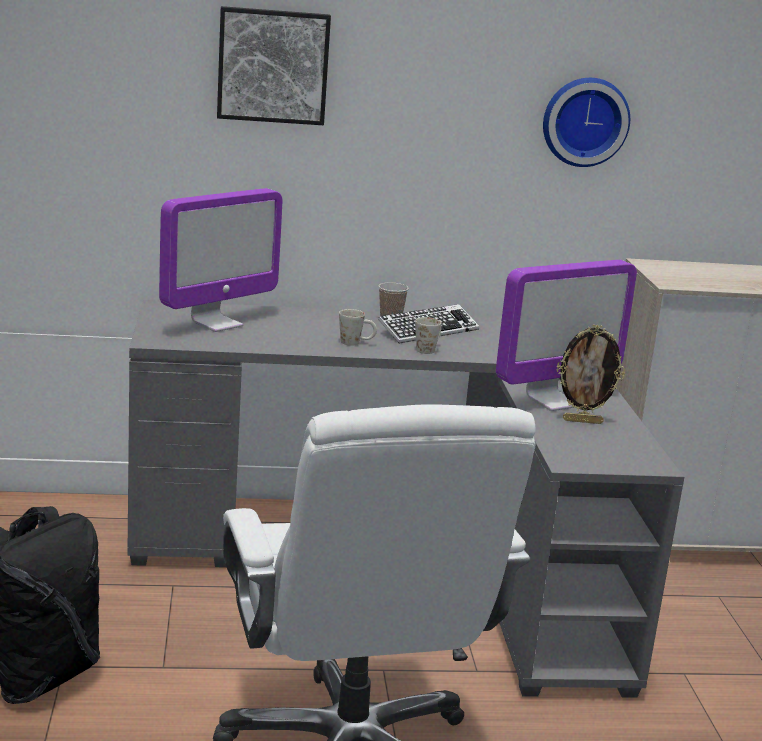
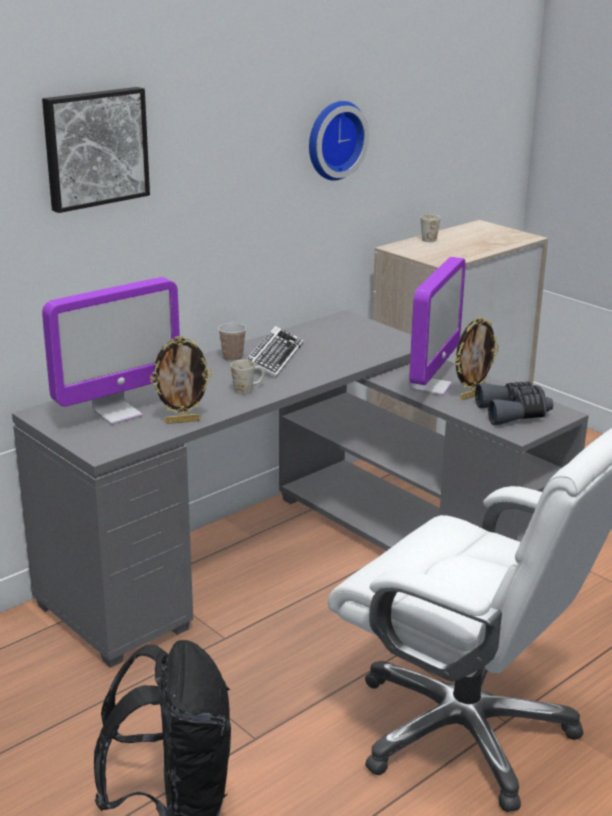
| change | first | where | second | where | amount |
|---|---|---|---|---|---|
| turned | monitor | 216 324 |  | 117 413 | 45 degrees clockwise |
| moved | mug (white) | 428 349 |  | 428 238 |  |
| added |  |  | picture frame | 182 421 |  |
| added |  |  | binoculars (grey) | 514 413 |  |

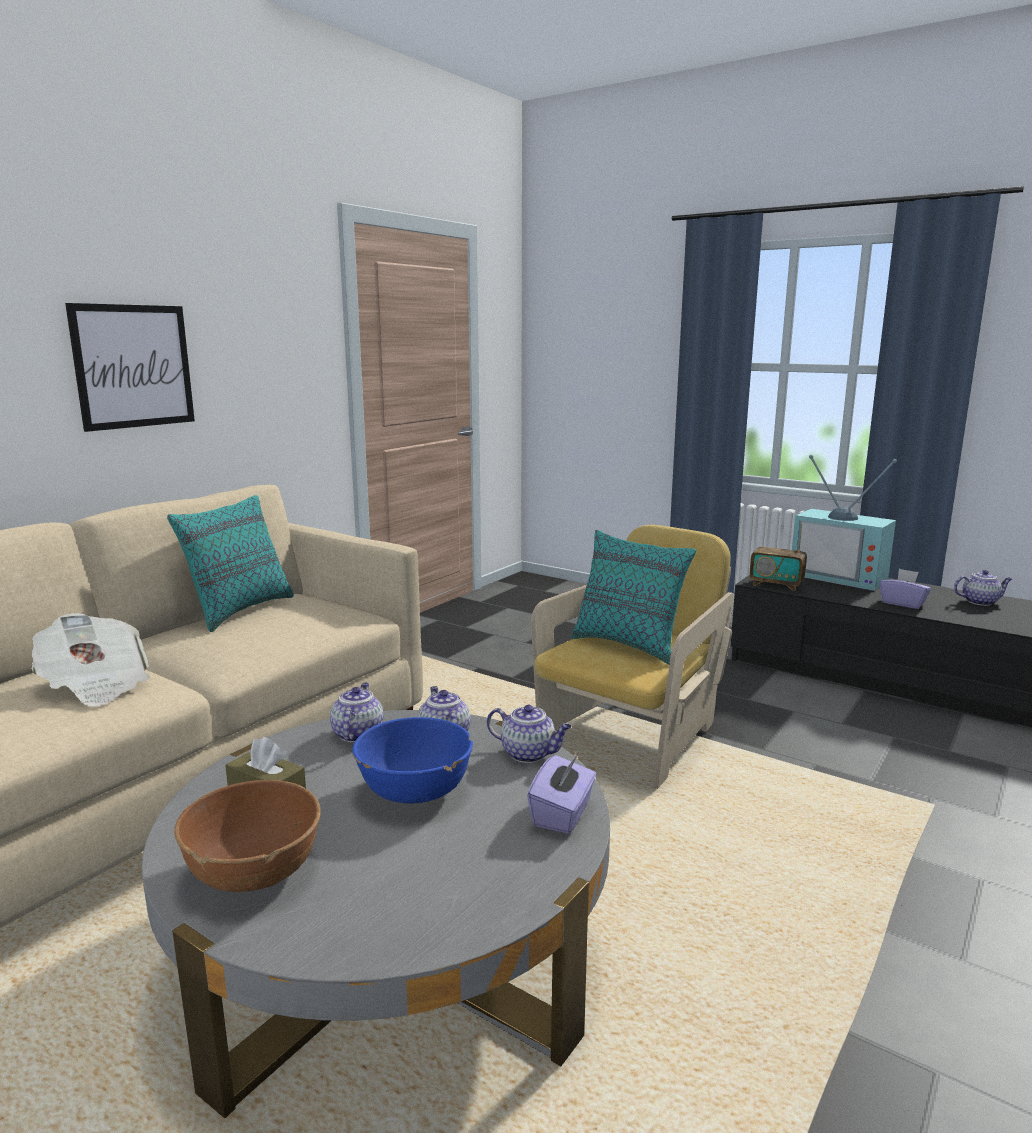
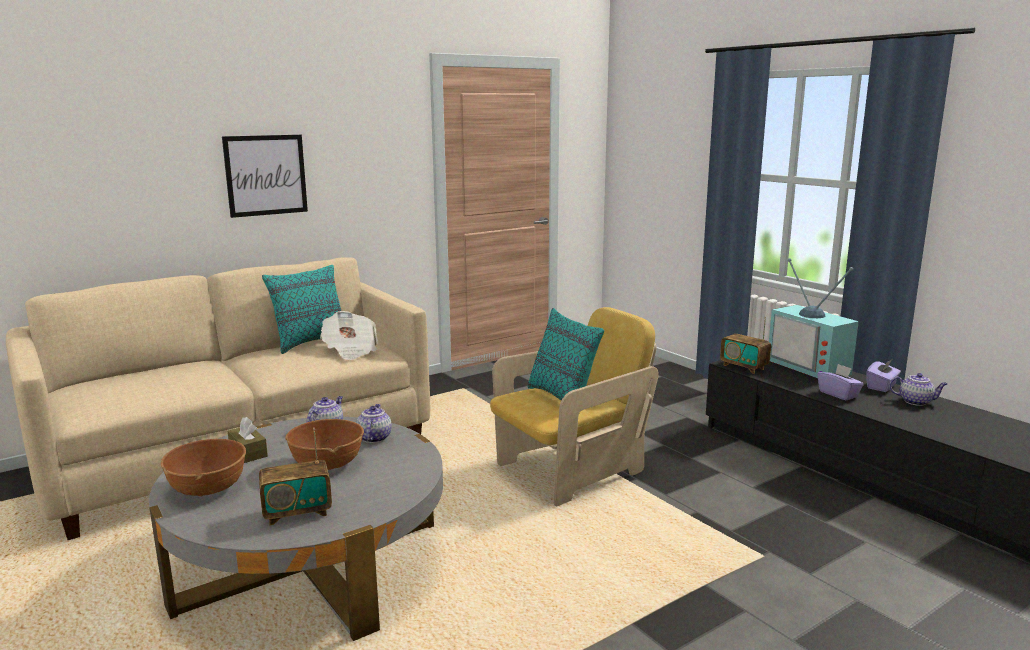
| change | first | where | second | where | amount |
|---|---|---|---|---|---|
| moved | newspaper | 96 685 |  | 350 350 |  |
| removed | teapot | 529 754 |  |  |  |
| recoloured | bowl (blue) | 415 790 | bowl (brown) | 327 464 |  |
| moved | tissue box (purple) | 562 814 |  | 881 386 |  |
| added |  |  | radio | 297 512 |  |

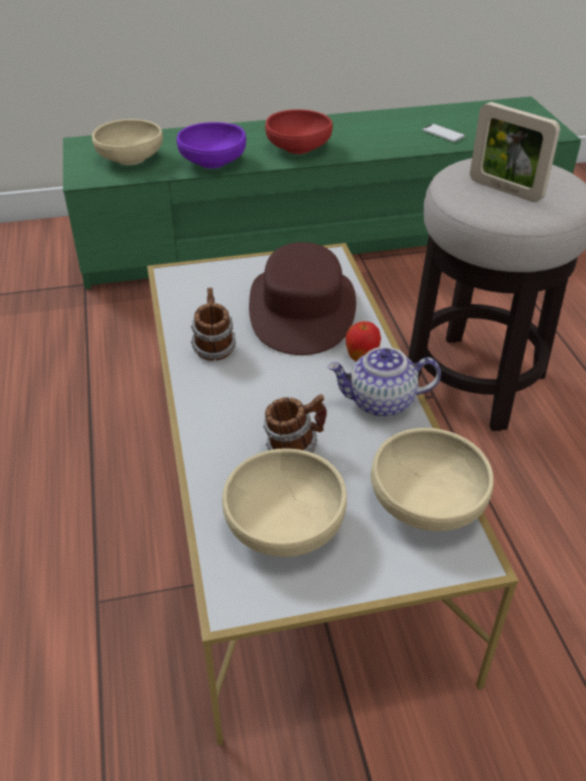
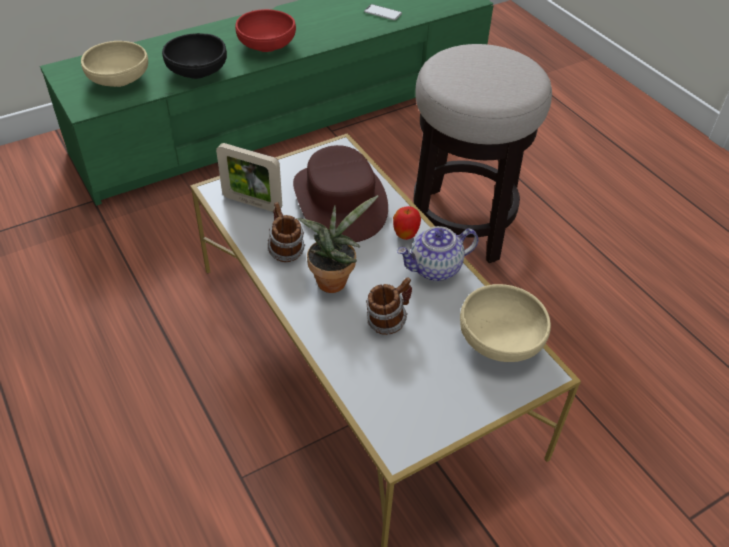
| change | first | where | second | where | amount |
|---|---|---|---|---|---|
| moved | picture frame | 505 190 |  | 252 203 |  |
| recoloured | bowl (purple) | 213 162 | bowl (black) | 197 71 |  |
| removed | bowl (beige) | 285 525 |  |  |  |
| added |  |  | potted plant | 333 279 |  |

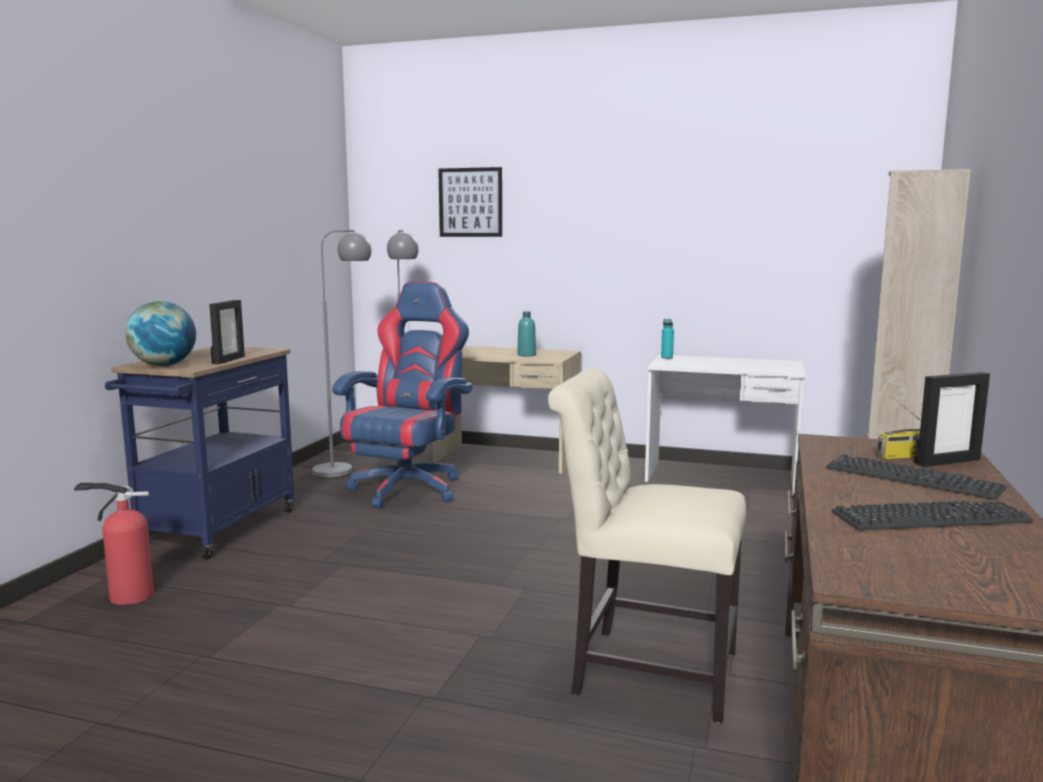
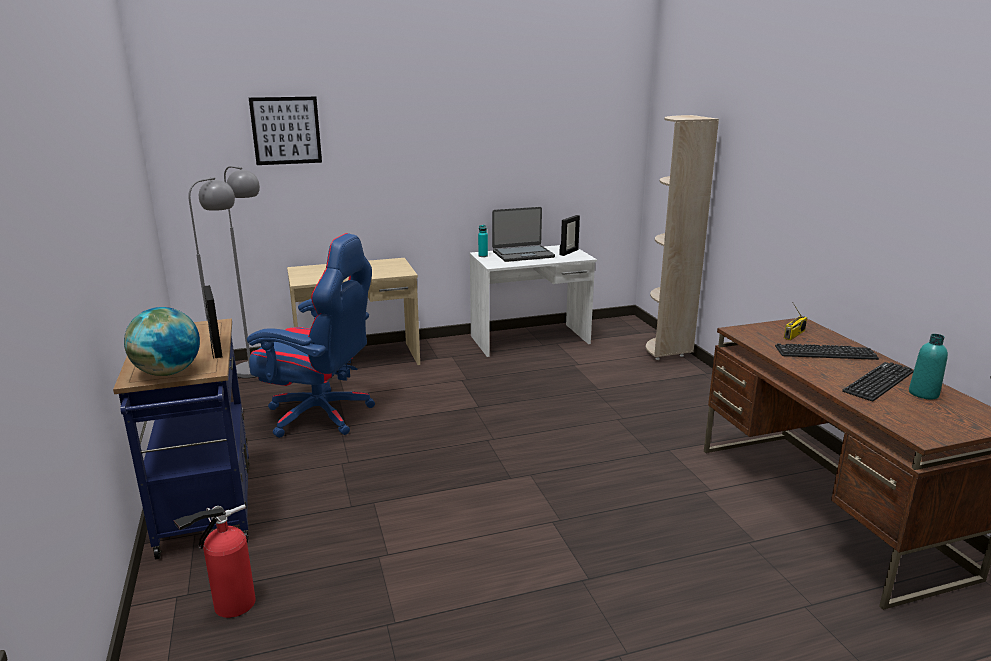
| change | first | where | second | where | amount |
|---|---|---|---|---|---|
| turned | office chair (blue) | 406 489 |  | 319 414 | 120 degrees clockwise |
| moved | bottle (turquoise) | 526 355 |  | 923 394 |  |
| removed | chair (beige) | 643 670 |  |  |  |
| moved | picture frame | 947 461 |  | 569 252 |  |
| added |  |  | laptop | 523 254 |  |

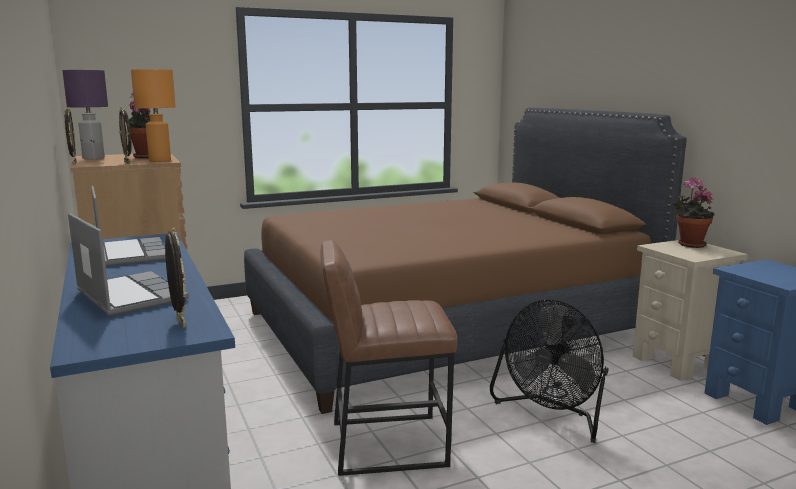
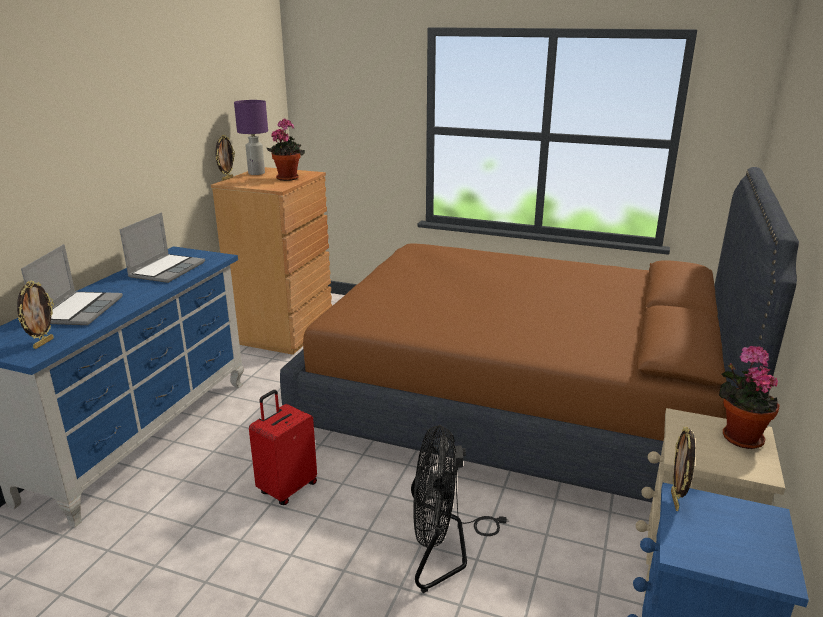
| change | first | where | second | where | amount |
|---|---|---|---|---|---|
| removed | table lamp (orange) | 159 161 |  |  |  |
| moved | picture frame | 128 162 |  | 676 501 |  |
| replaced | chair (brown) | 386 444 | suitcase (red) | 287 488 |  |

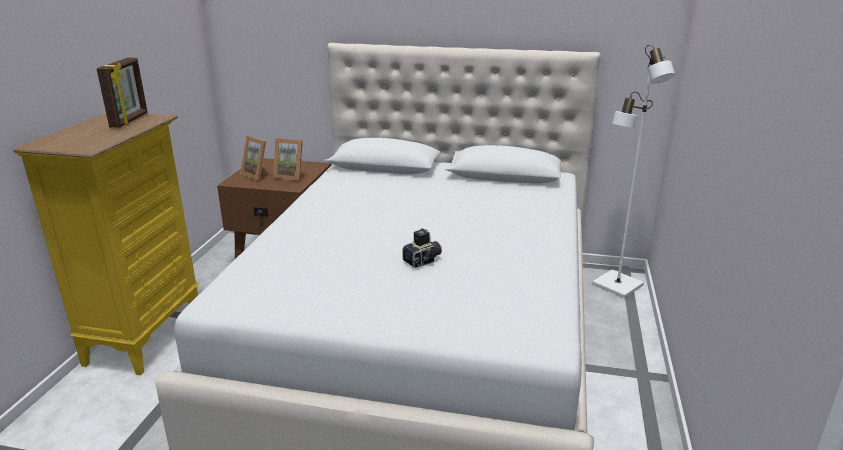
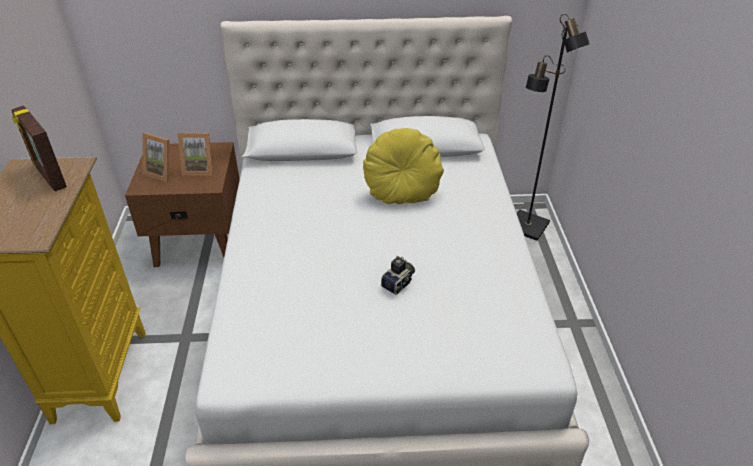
| change | first | where | second | where | amount |
|---|---|---|---|---|---|
| recoloured | floor lamp (white) | 617 284 | floor lamp (black) | 527 226 |  |
| turned | picture frame | 130 120 |  | 49 176 | 150 degrees clockwise |
| added |  |  | pillow (yellow) | 402 196 |  |

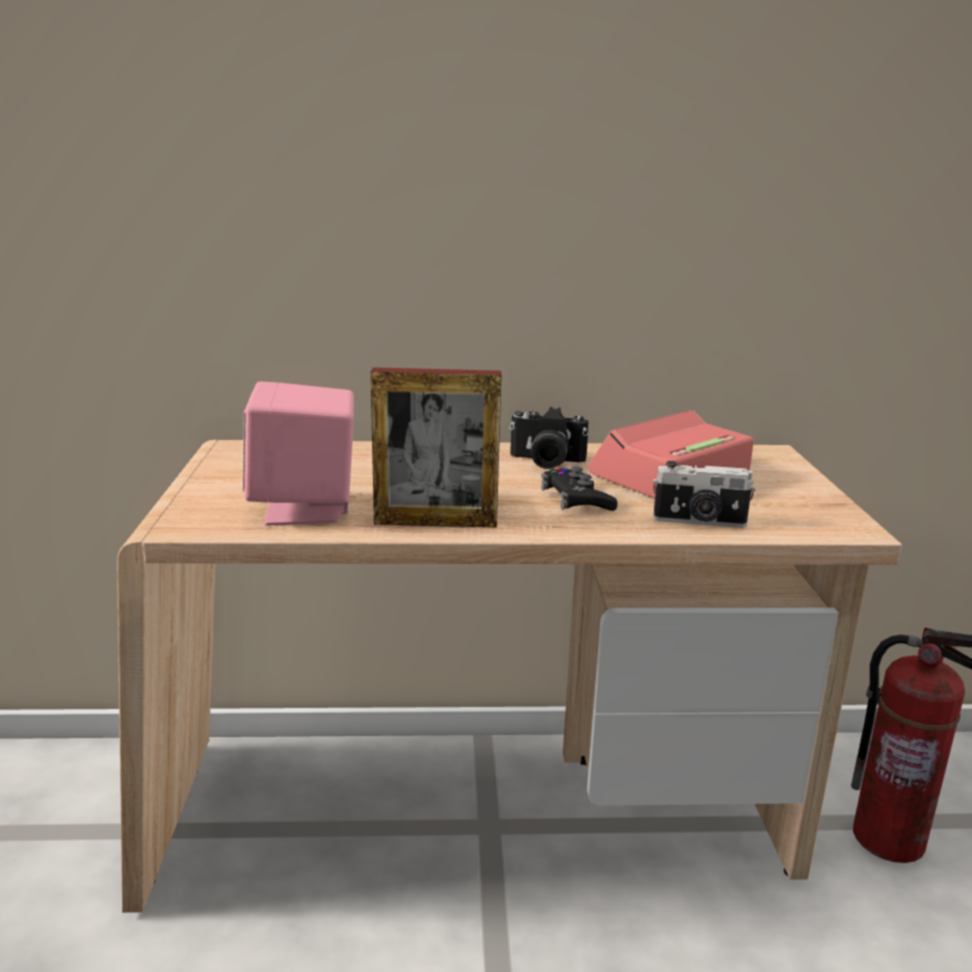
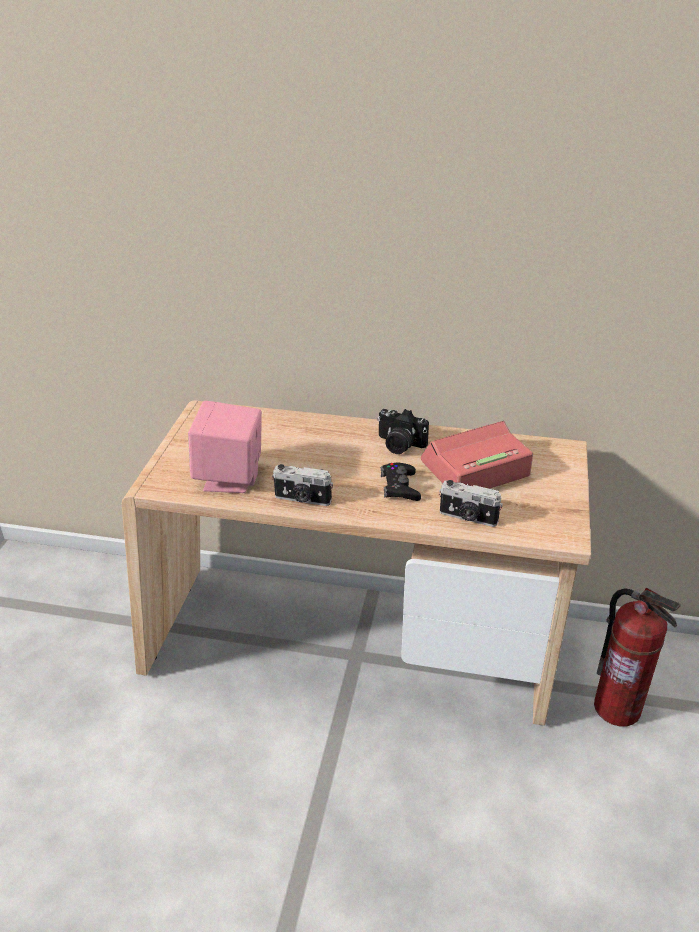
| change | first | where | second | where | amount |
|---|---|---|---|---|---|
| replaced | picture frame | 435 522 | photo camera | 302 499 |  |

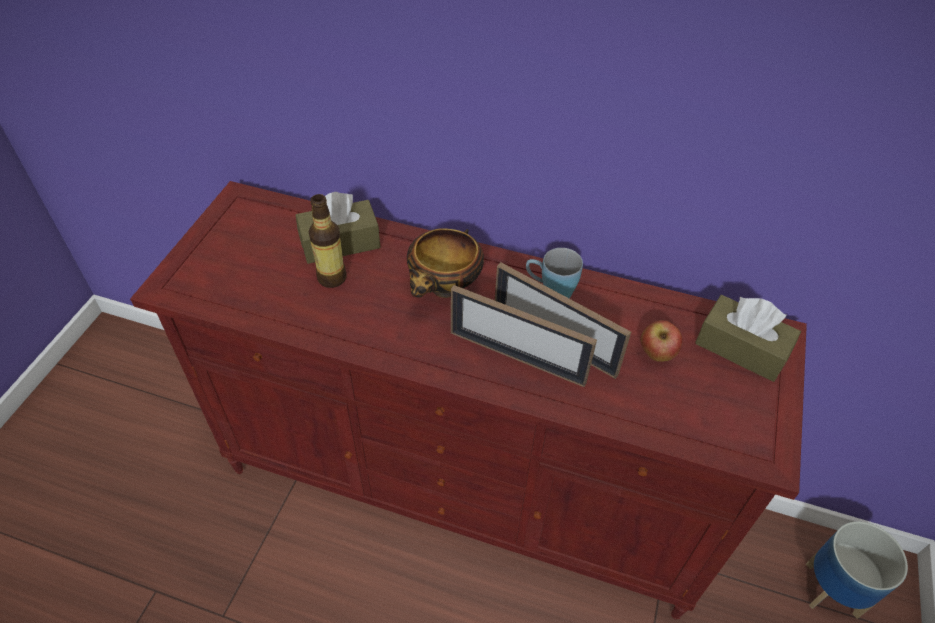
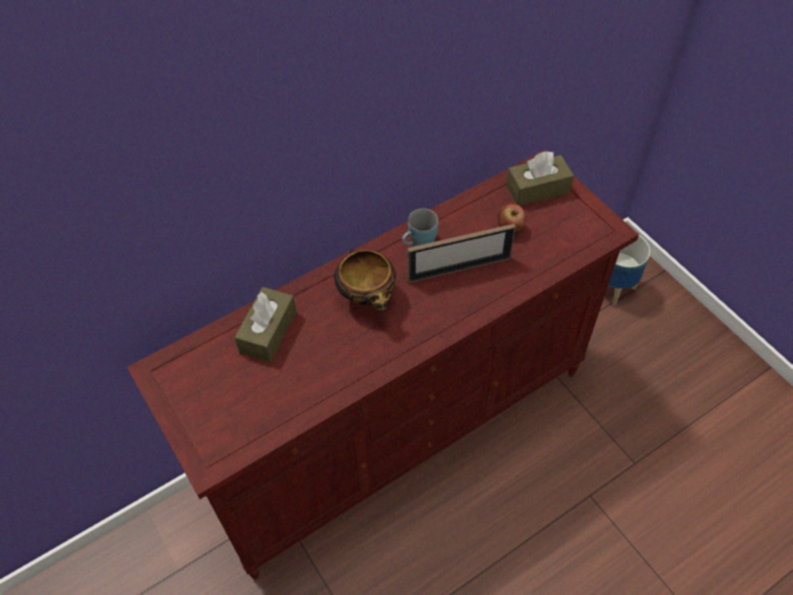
| change | first | where | second | where | amount |
|---|---|---|---|---|---|
| removed | bottle | 332 278 |  |  |  |
| removed | picture frame | 516 357 |  |  |  |

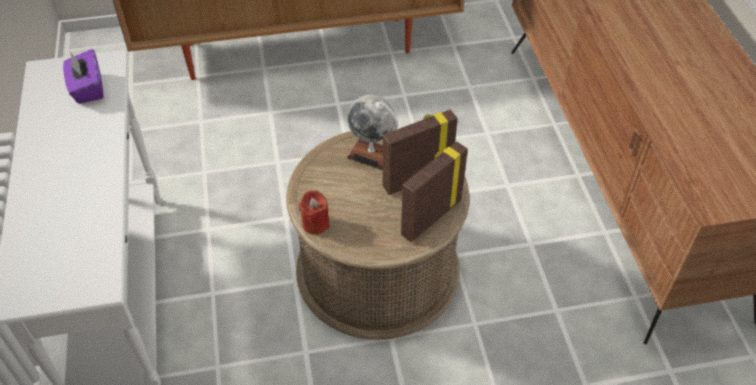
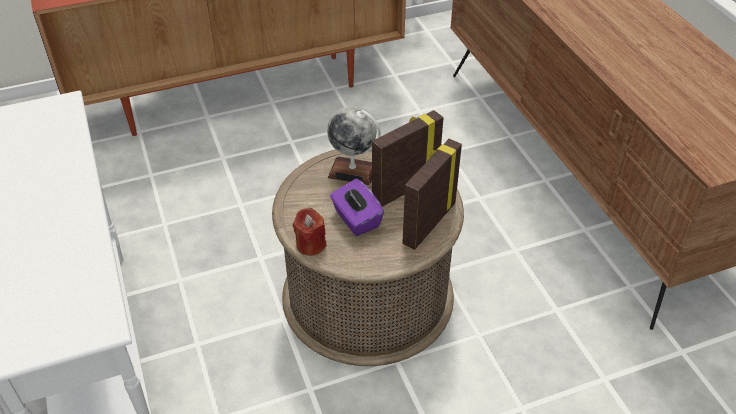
| change | first | where | second | where | amount |
|---|---|---|---|---|---|
| moved | tissue box (purple) | 87 89 |  | 356 219 |  |

